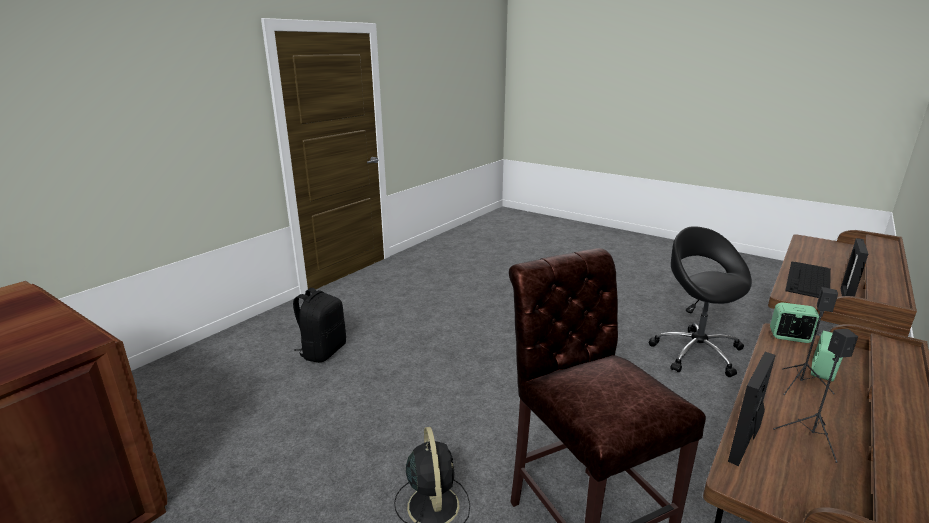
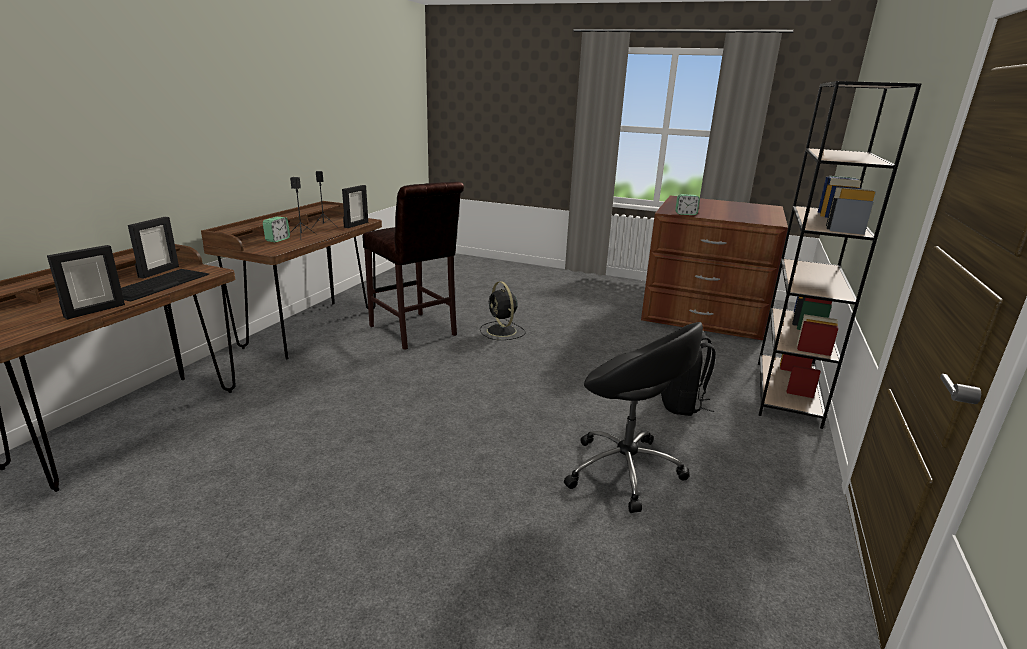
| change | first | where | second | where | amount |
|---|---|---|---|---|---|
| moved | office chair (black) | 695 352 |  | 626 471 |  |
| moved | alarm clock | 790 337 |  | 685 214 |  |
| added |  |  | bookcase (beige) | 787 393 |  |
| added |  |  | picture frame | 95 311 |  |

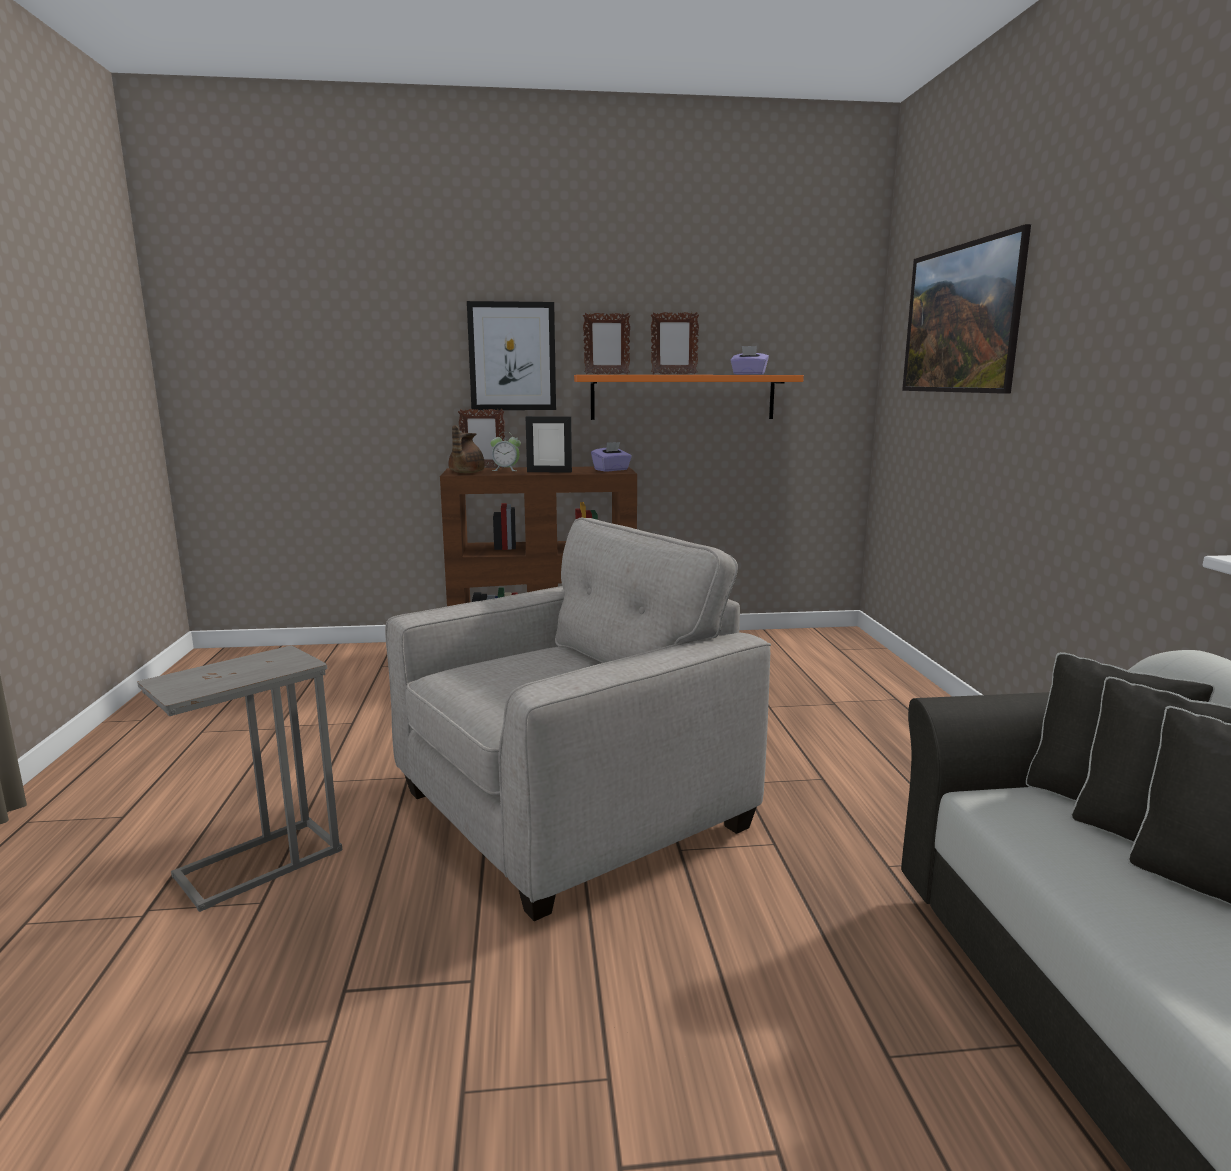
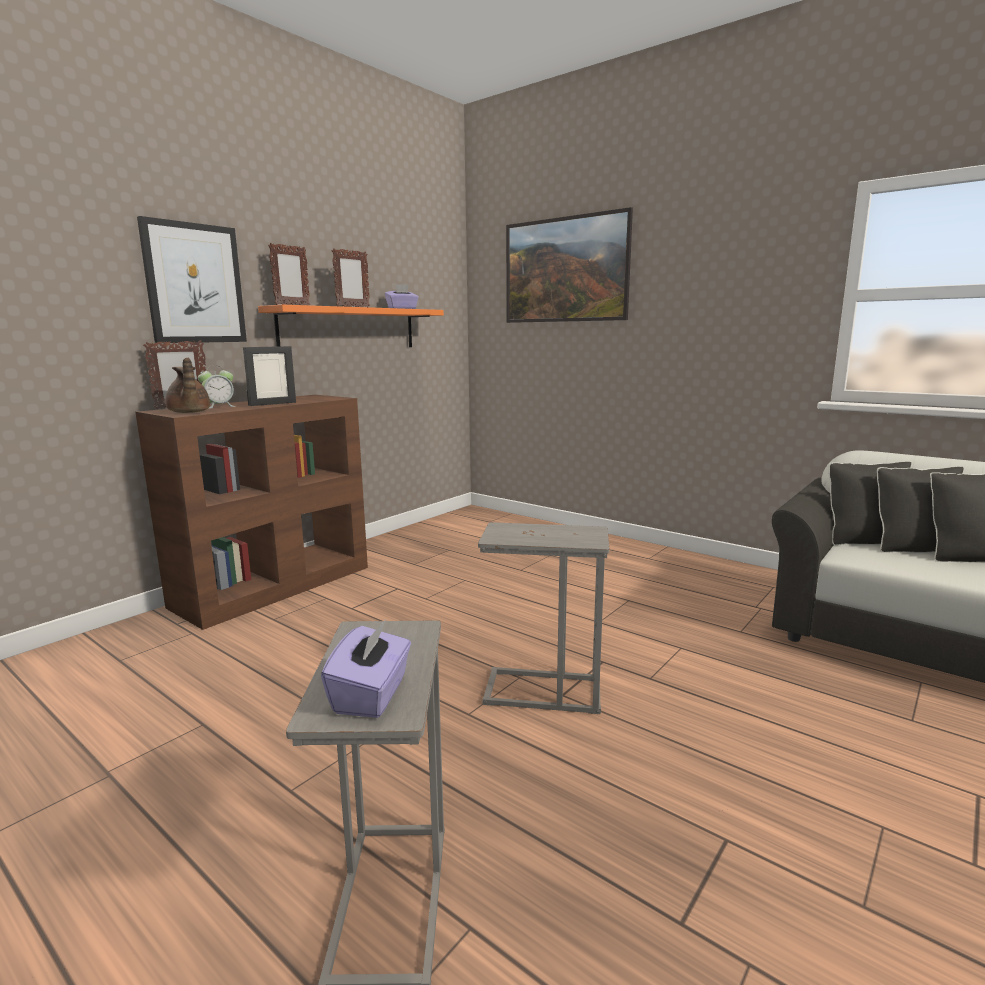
| change | first | where | second | where | amount |
|---|---|---|---|---|---|
| moved | tissue box (purple) | 611 470 |  | 372 695 |  |
| replaced | armchair (grey) | 570 810 | side table (grey) | 544 691 |  |

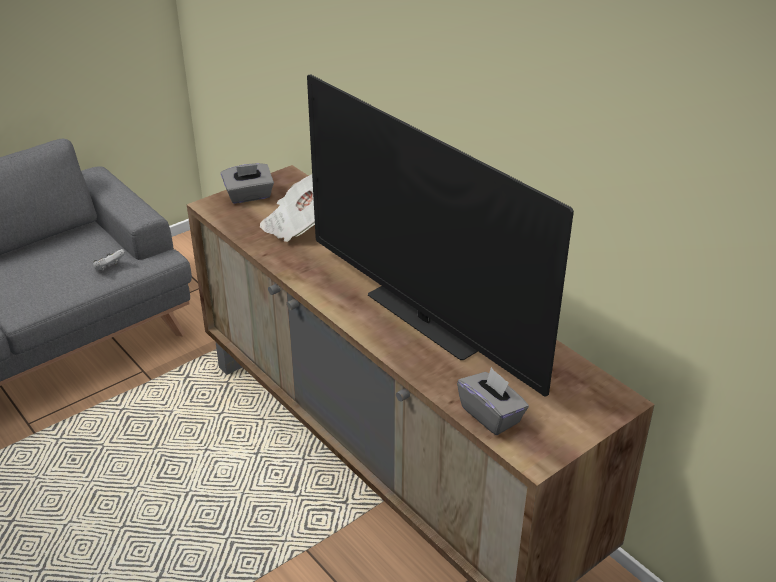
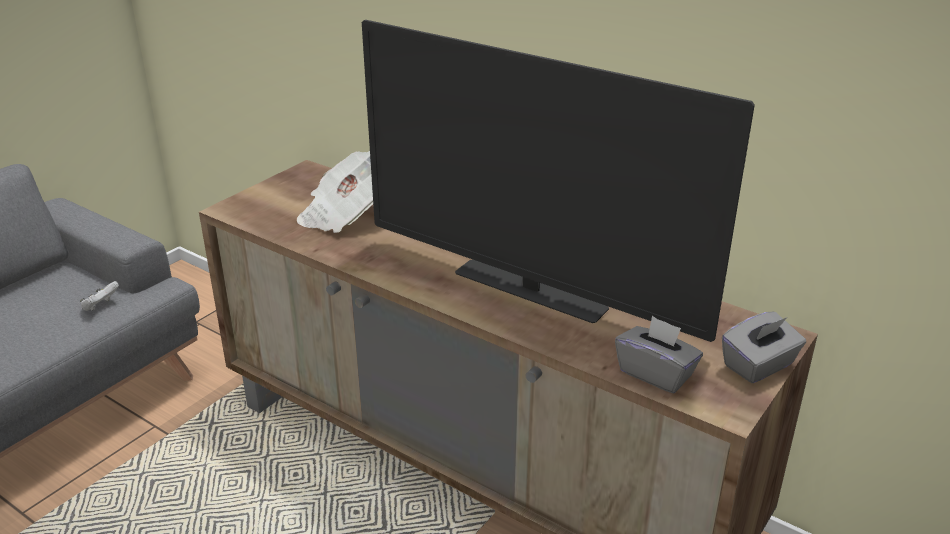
| change | first | where | second | where | amount |
|---|---|---|---|---|---|
| moved | tissue box (grey) | 249 196 |  | 759 366 |  |

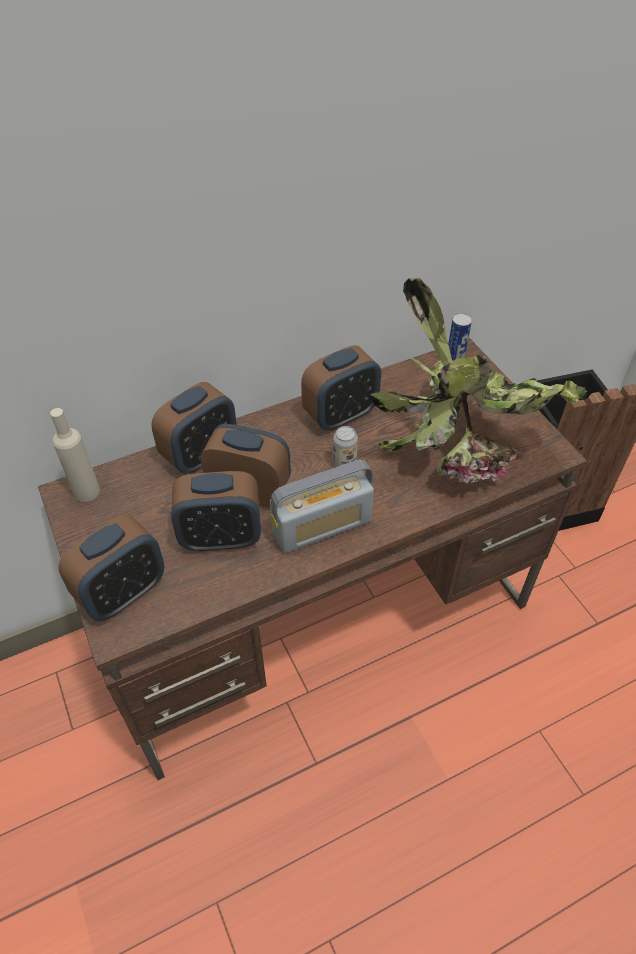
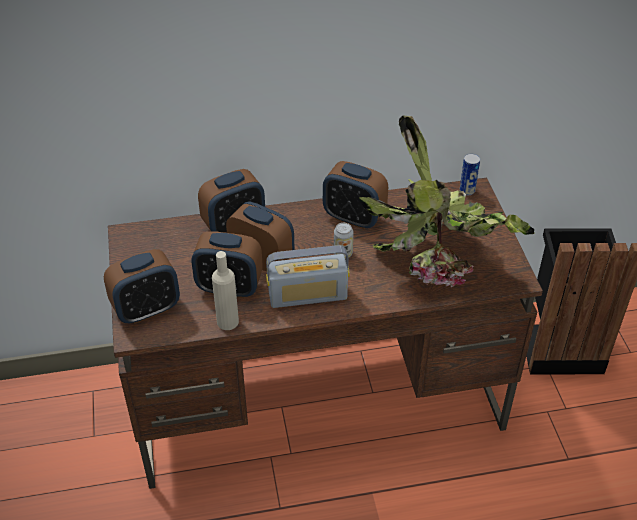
| change | first | where | second | where | amount |
|---|---|---|---|---|---|
| turned | alarm clock | 340 415 |  | 354 217 | 45 degrees clockwise |
| moved | bottle (beige) | 86 491 |  | 227 322 |  |

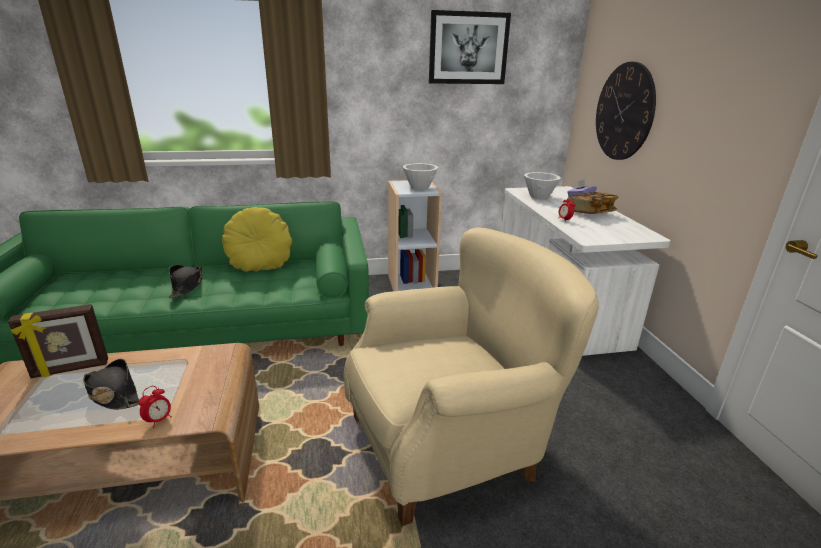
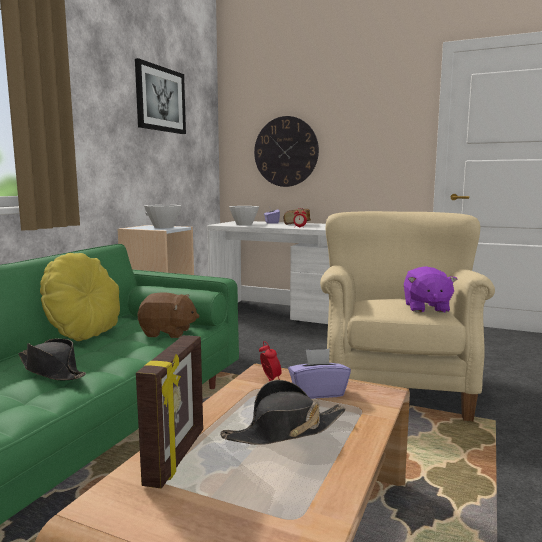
| change | first | where | second | where | amount |
|---|---|---|---|---|---|
| moved | alarm clock | 159 420 |  | 270 380 |  |
| added |  |  | plush toy (purple) | 426 308 |  |
| added |  |  | plush toy (brown) | 168 333 |  |
| added |  |  | tissue box (purple) | 318 392 |  |

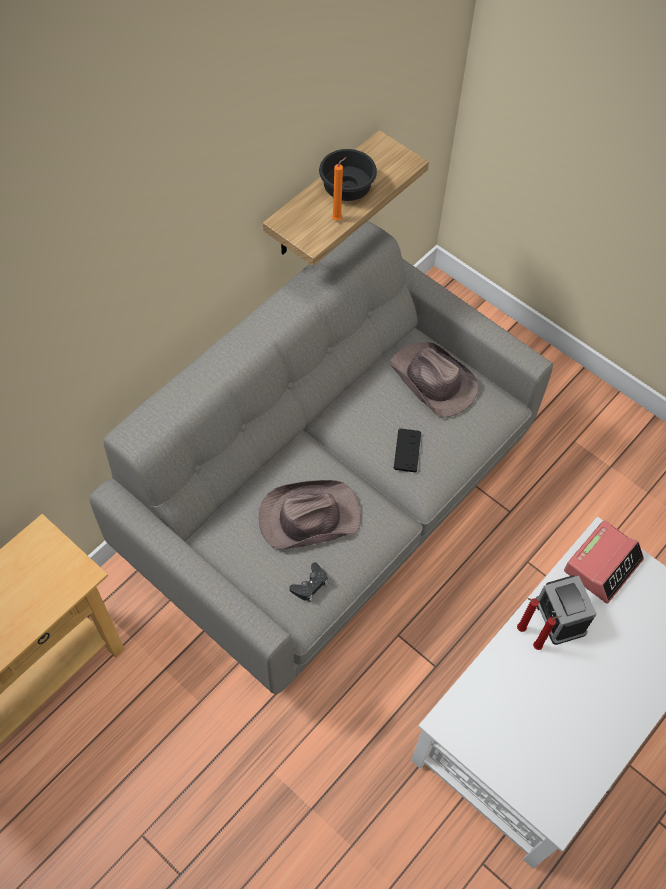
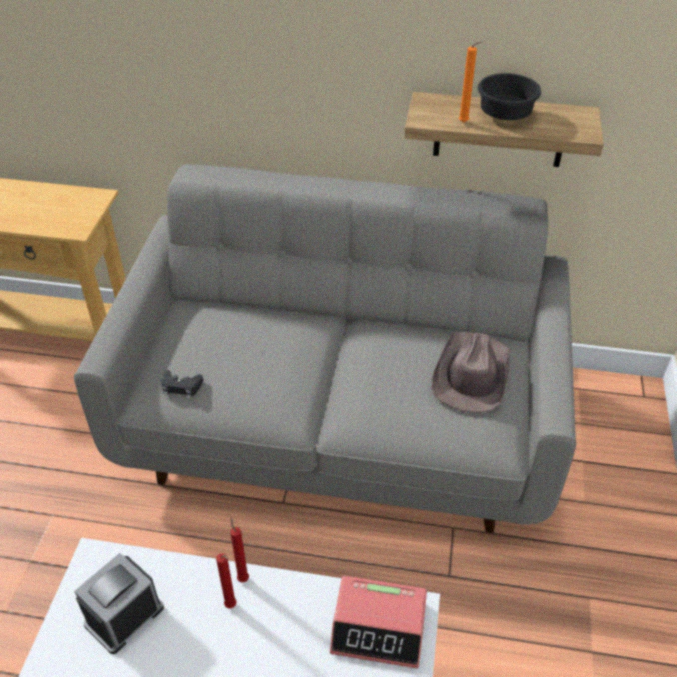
| change | first | where | second | where | amount |
|---|---|---|---|---|---|
| removed | game controller (black) | 407 451 |  |  |  |
| removed | hat (brown) | 308 517 |  |  |  |
| moved | alarm clock | 560 617 |  | 124 616 |  |

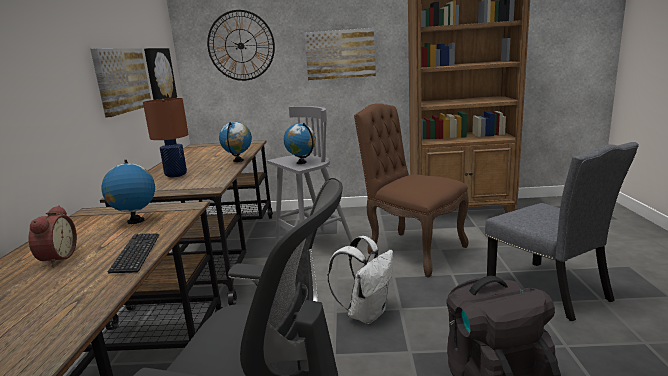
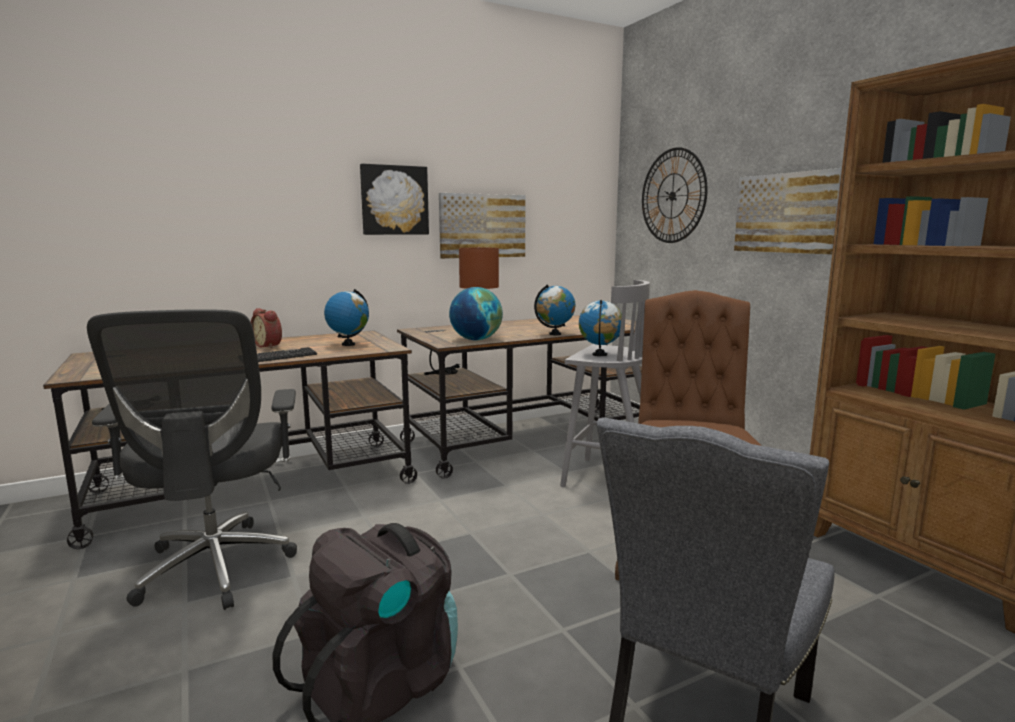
| change | first | where | second | where | amount |
|---|---|---|---|---|---|
| moved | picture | 159 75 |  | 394 200 |  |
| turned | alarm clock | 56 258 |  | 269 346 | 75 degrees clockwise |
| removed | backpack (white) | 366 313 |  |  |  |
| added |  |  | globe | 476 339 |  |

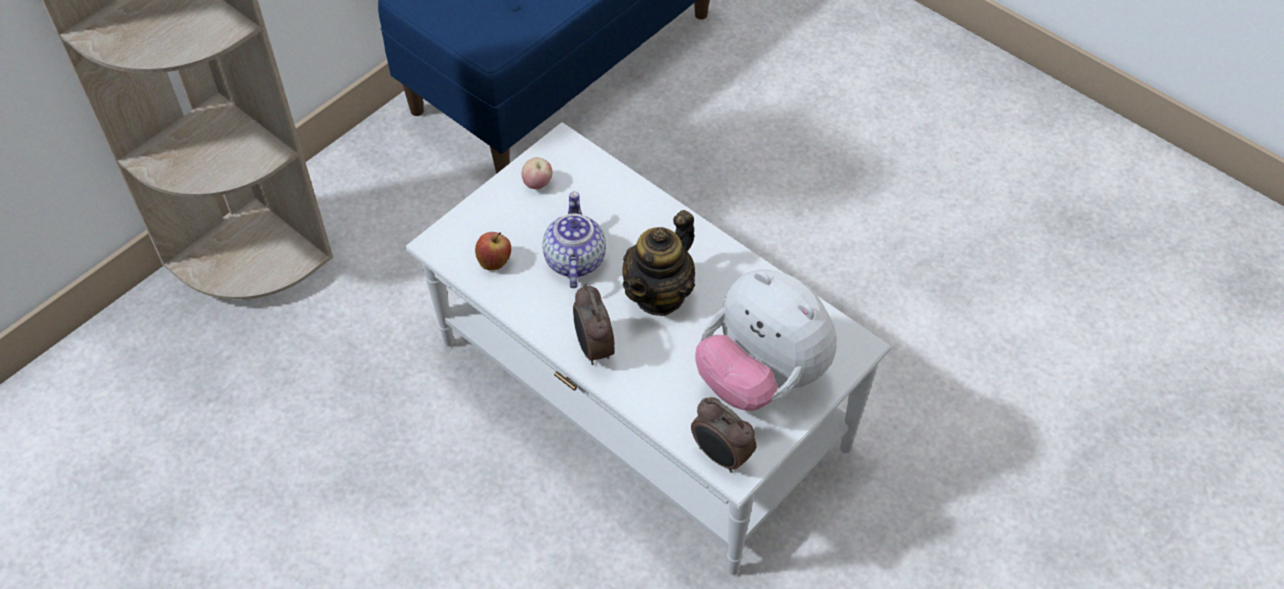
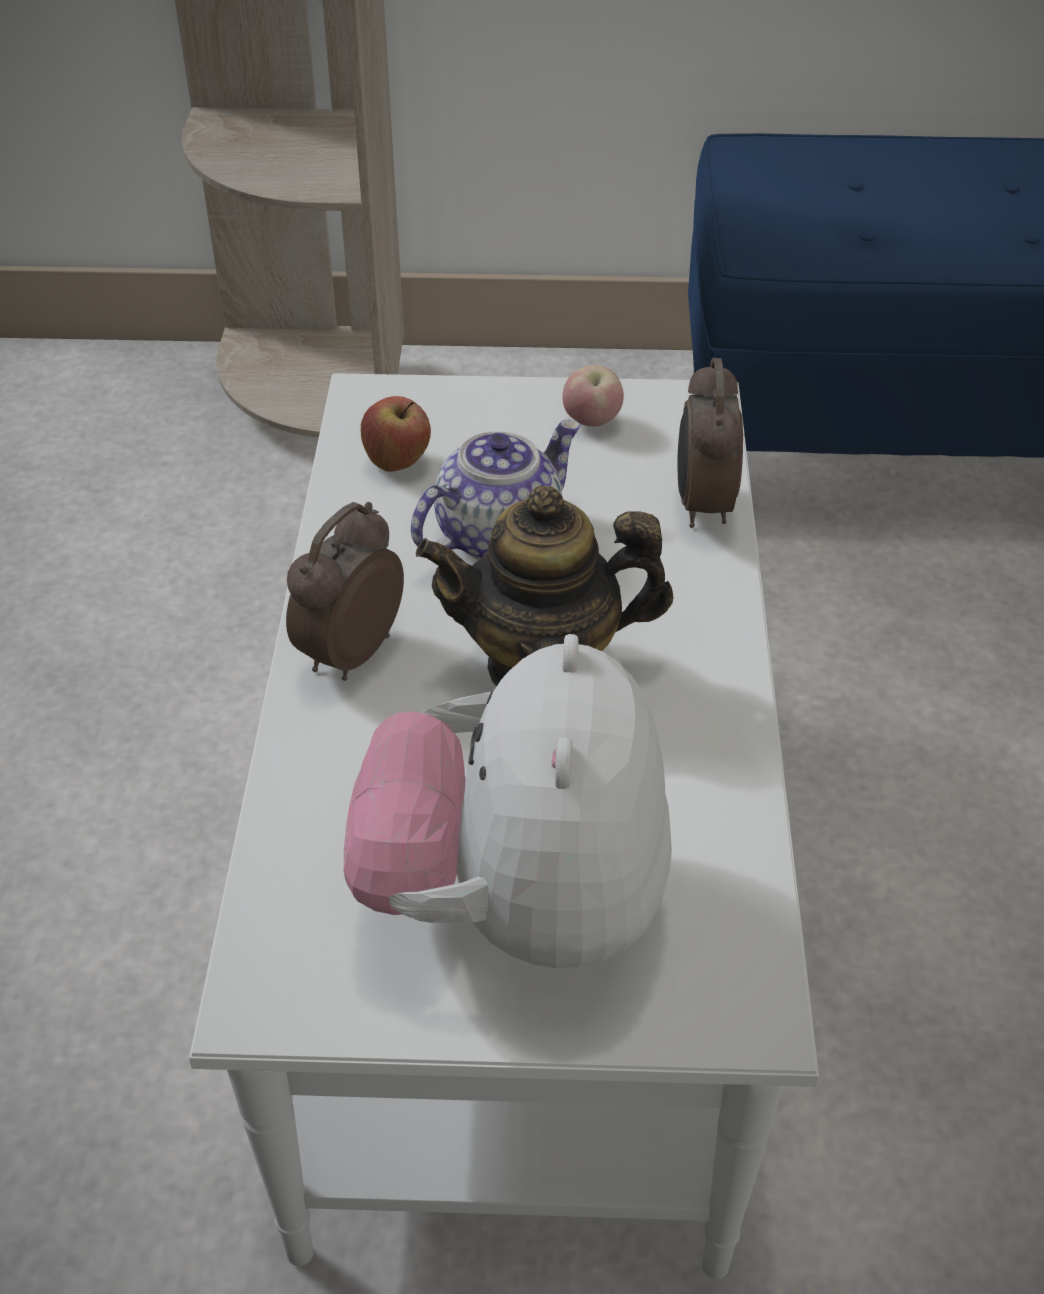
| change | first | where | second | where | amount |
|---|---|---|---|---|---|
| moved | alarm clock | 721 456 |  | 702 506 |  |

